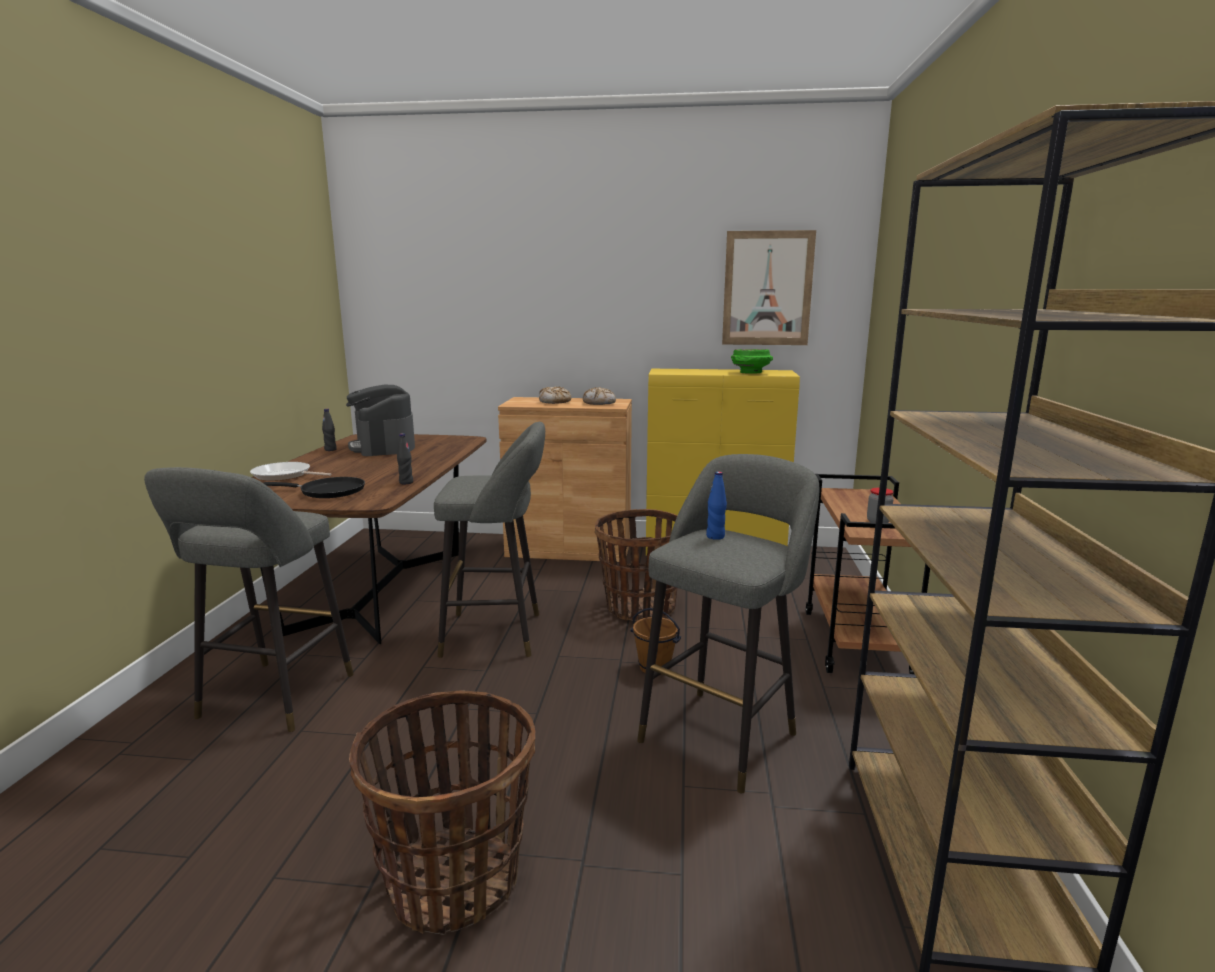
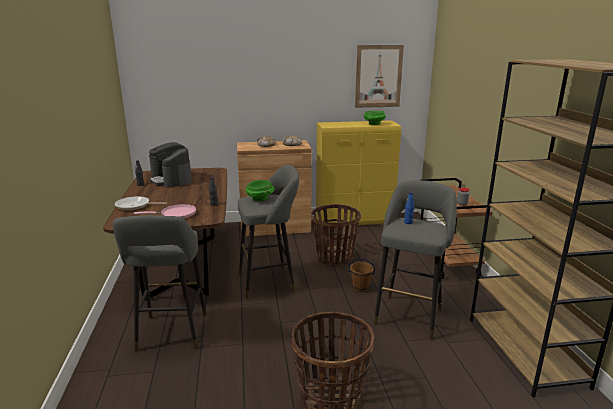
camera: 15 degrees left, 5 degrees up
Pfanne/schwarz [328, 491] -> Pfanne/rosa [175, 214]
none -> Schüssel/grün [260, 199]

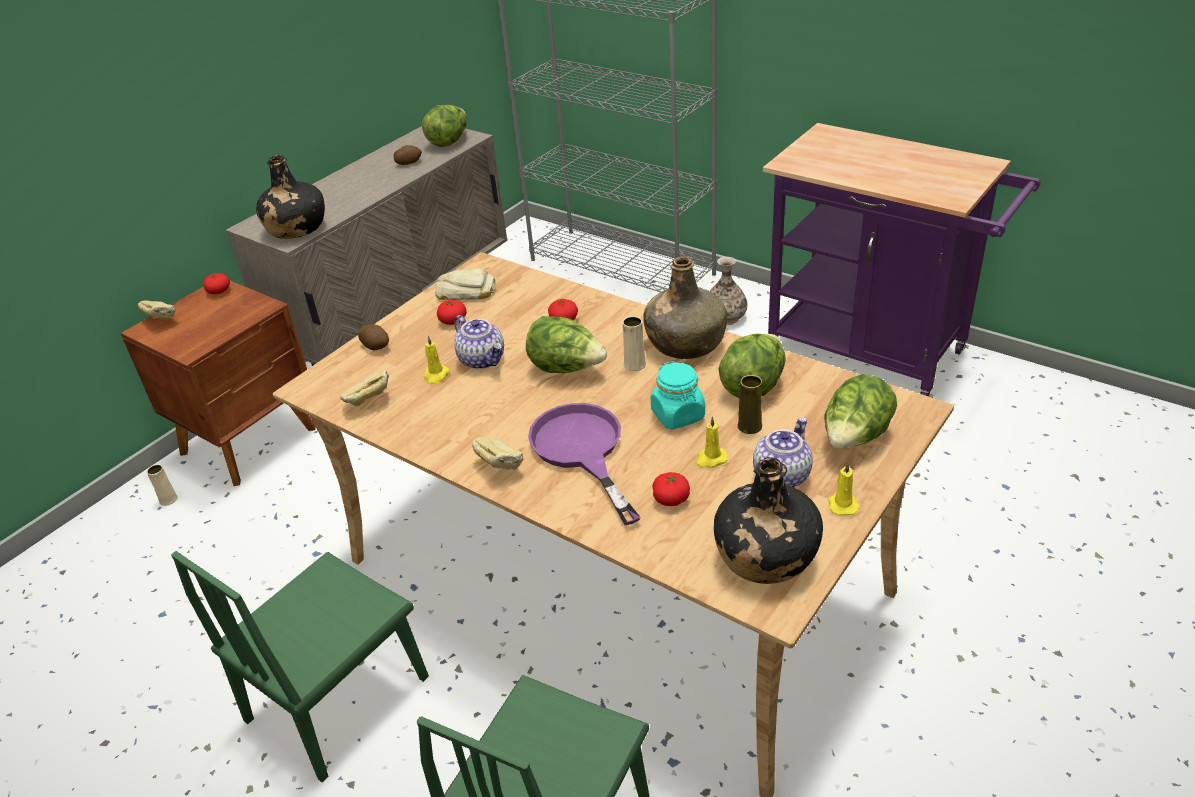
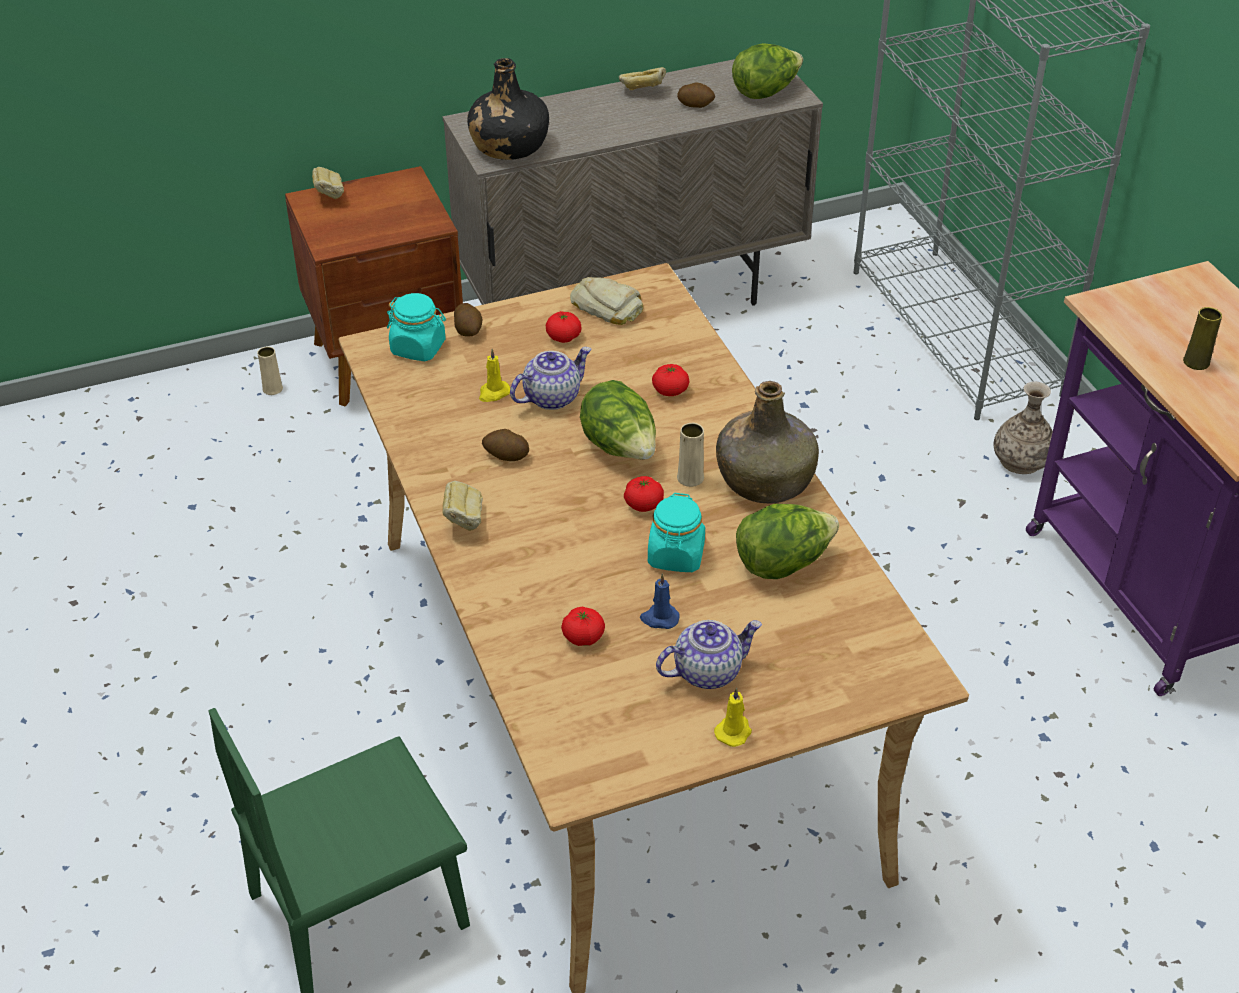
camera: 30 degrees right, 5 degrees up
Tomate [219, 291] -> Tomate [643, 504], relocated
Teekanne [483, 359] -> Teekanne [552, 397], 120 degrees counterclockwise
Brot [369, 402] -> Brot [642, 92], relocated
Salatkopf [855, 439] -> none
Vase/gelb [749, 426] -> Vase/gelb [1196, 362], relocated
Pfanne/lila [582, 451] -> none
Kerze/gelb [711, 459] -> Kerze/blau [659, 618]
Flasche/schwarz [764, 556] -> none
Stuhl/grün [338, 698] -> none
none -> Vorratsglas/türkis [418, 348]
none -> Kartoffel [506, 456]

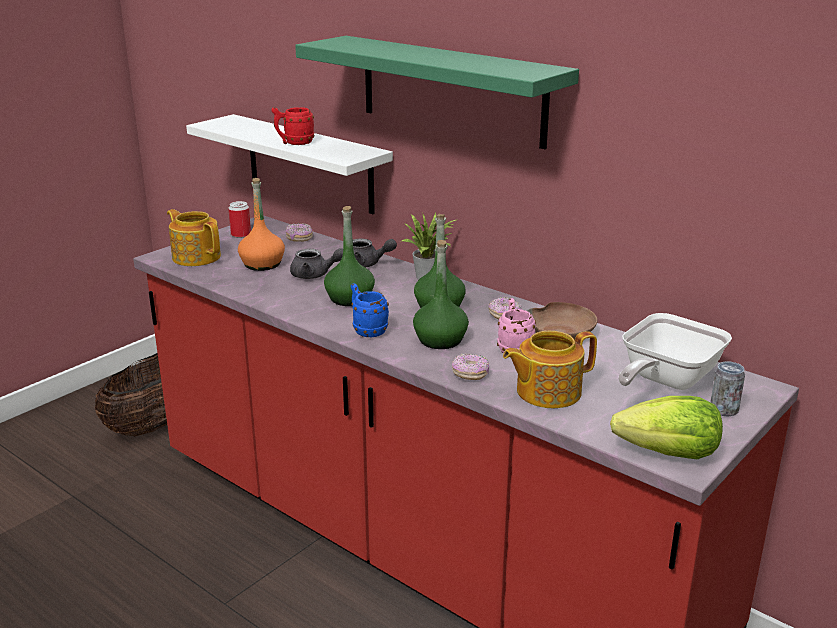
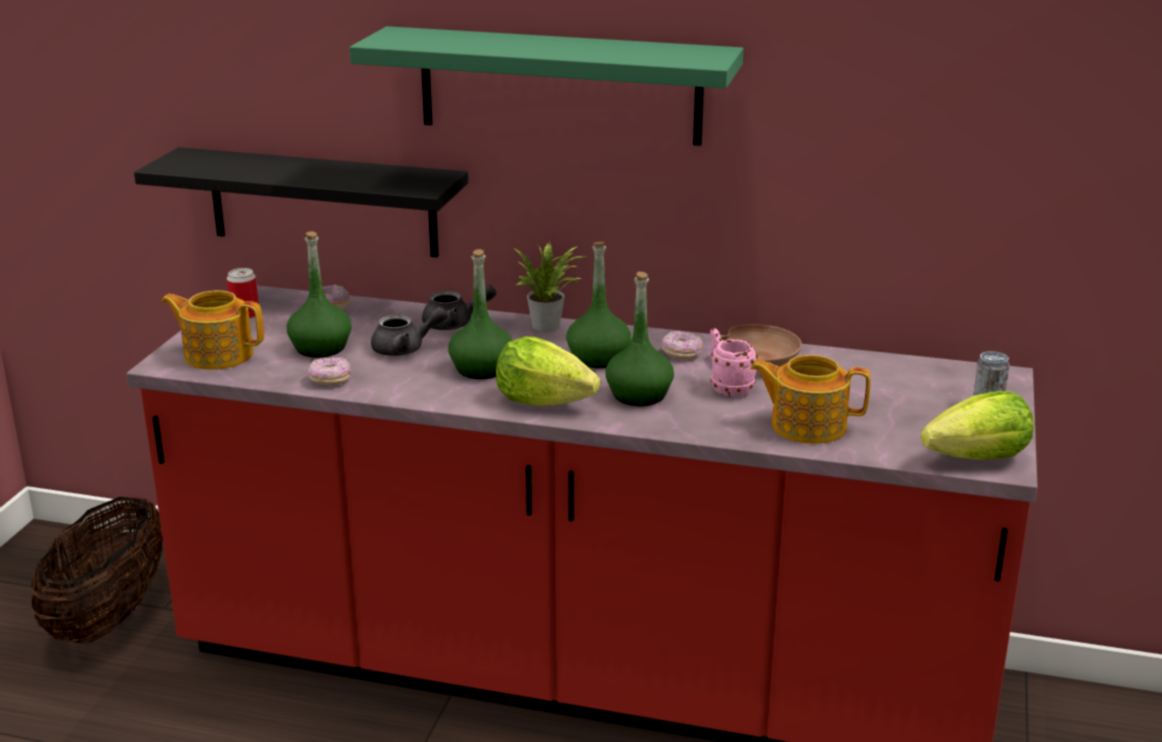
camera: 25 degrees left, 0 degrees up
Henkelbecher/rot [294, 143] -> none
Wandregal/weiß [309, 163] -> Wandregal/schwarz [323, 202]
Flasche/orange [262, 264] -> Flasche/grün [321, 348]
Henkelbecher/blau [367, 330] -> Salatkopf [543, 401]
Pfanne [665, 381] -> none
Teekanne [546, 392] -> Teekanne [806, 425], 60 degrees clockwise
Donut [470, 374] -> Donut [330, 380], relocated

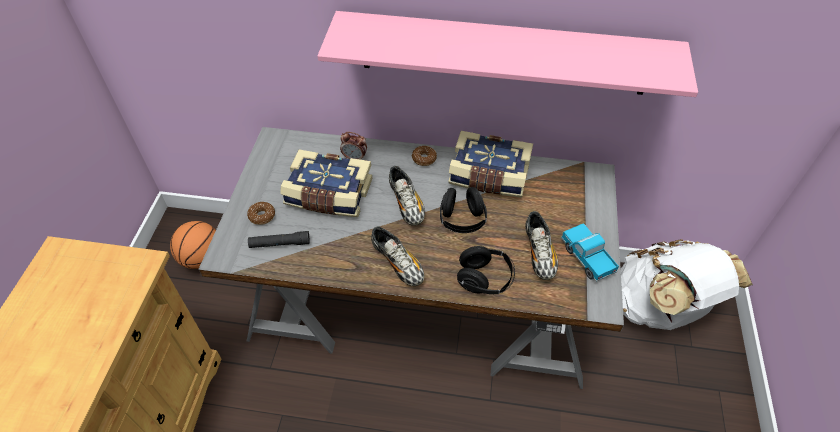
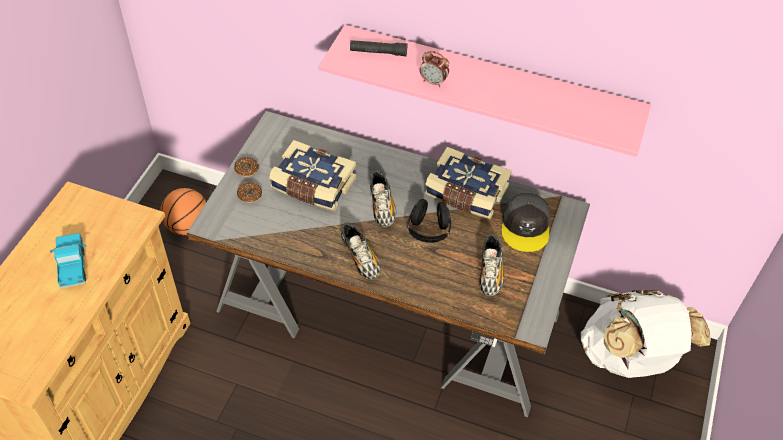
camera: 10 degrees right, 0 degrees up
Wecker [355, 158] -> Wecker [433, 82], relocated
Donut [424, 159] -> Donut [246, 170], relocated
Spielzeuglaster [586, 258] -> Spielzeuglaster [73, 266], relocated
Taschenlampe/schwarz [279, 244] -> Taschenlampe/schwarz [378, 52], relocated
Kopfhörer/schwarz [485, 279] -> none
none -> Kappe/grau [525, 226]

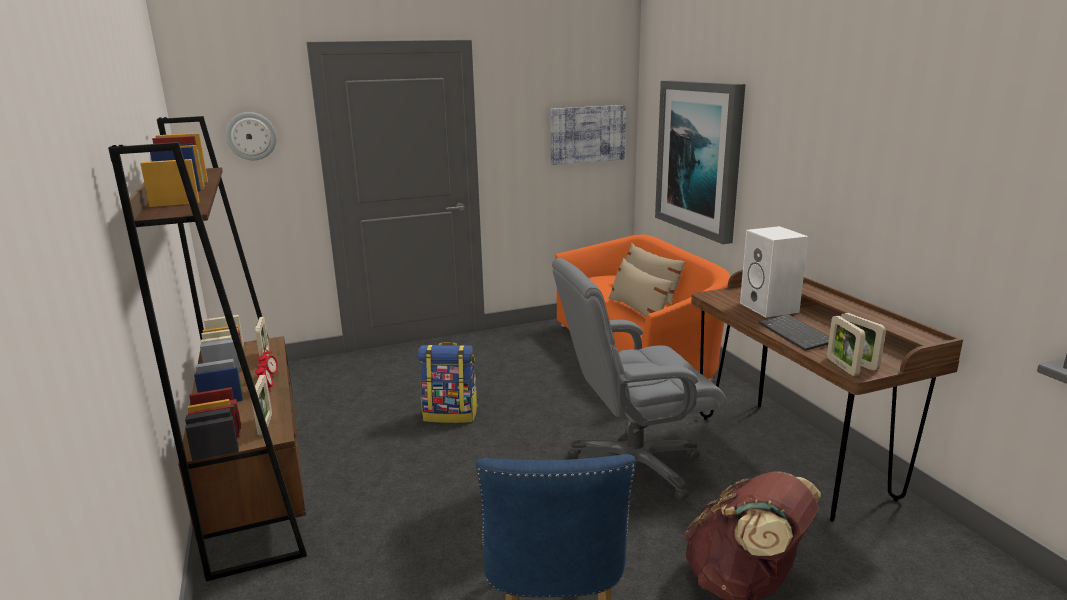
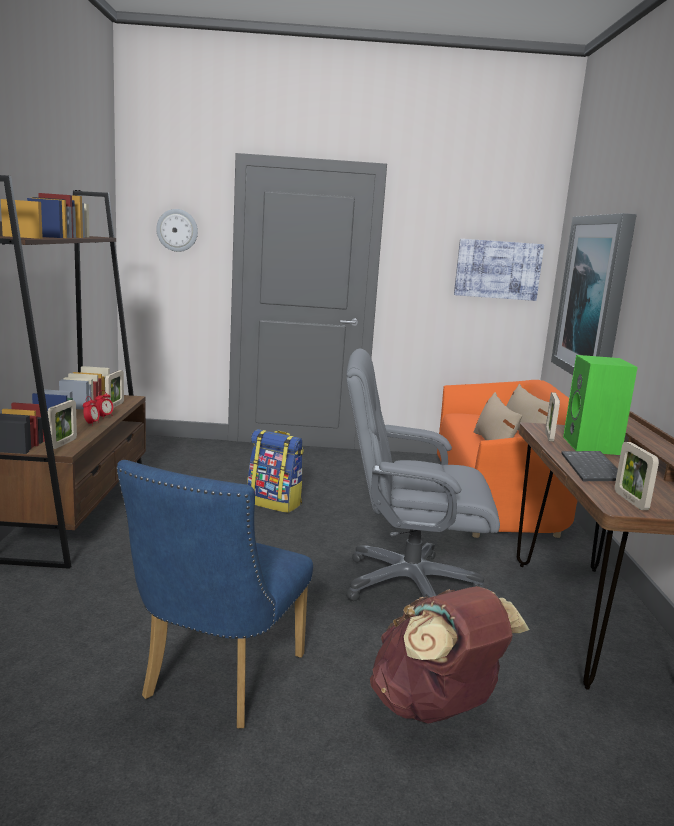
camera: 20 degrees right, 5 degrees down
Lautsprecher/weiß [770, 308] -> Lautsprecher/grün [593, 446]
Bilderrahmen [842, 367] -> Bilderrahmen [549, 436], relocated

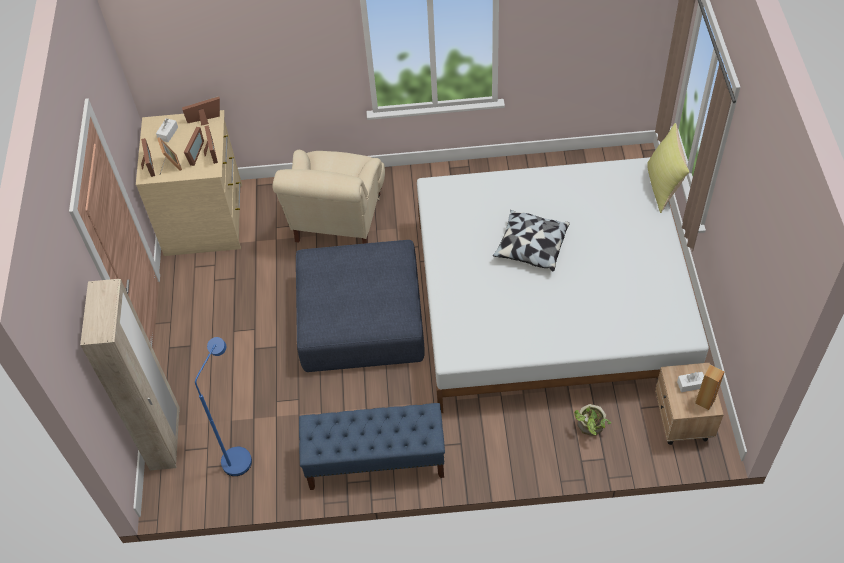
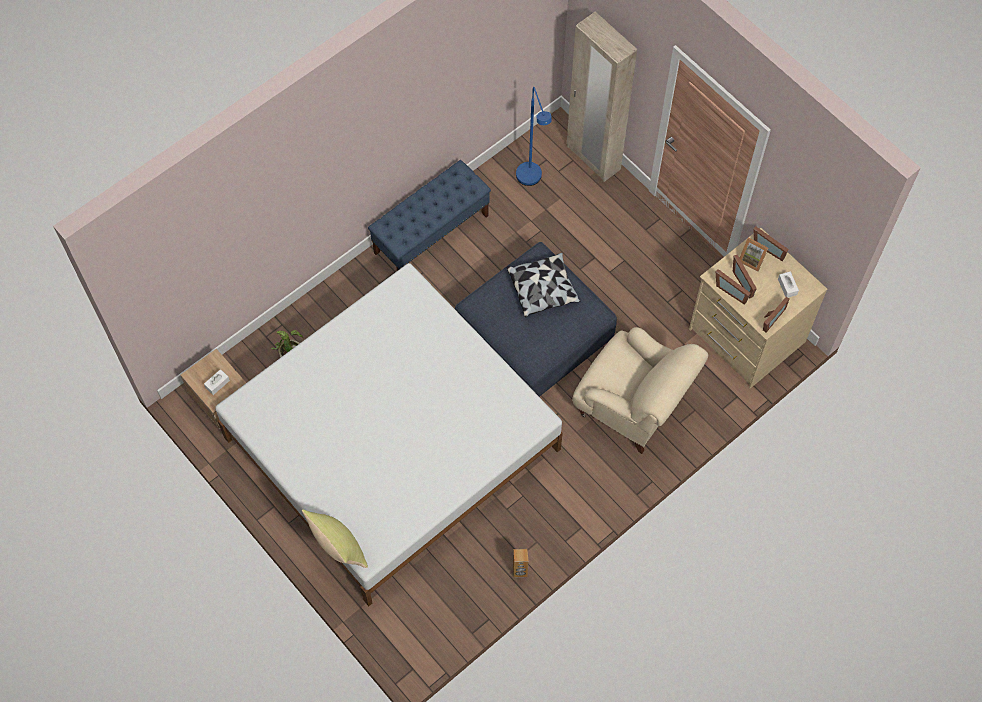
camera: 140 degrees right, 10 degrees up
Sessel/beige [337, 221] -> Sessel/beige [633, 406], 150 degrees clockwise
Kissen [530, 247] -> Kissen [543, 289], relocated
Lautsprecher/braun [705, 401] -> Lautsprecher/braun [520, 571], relocated

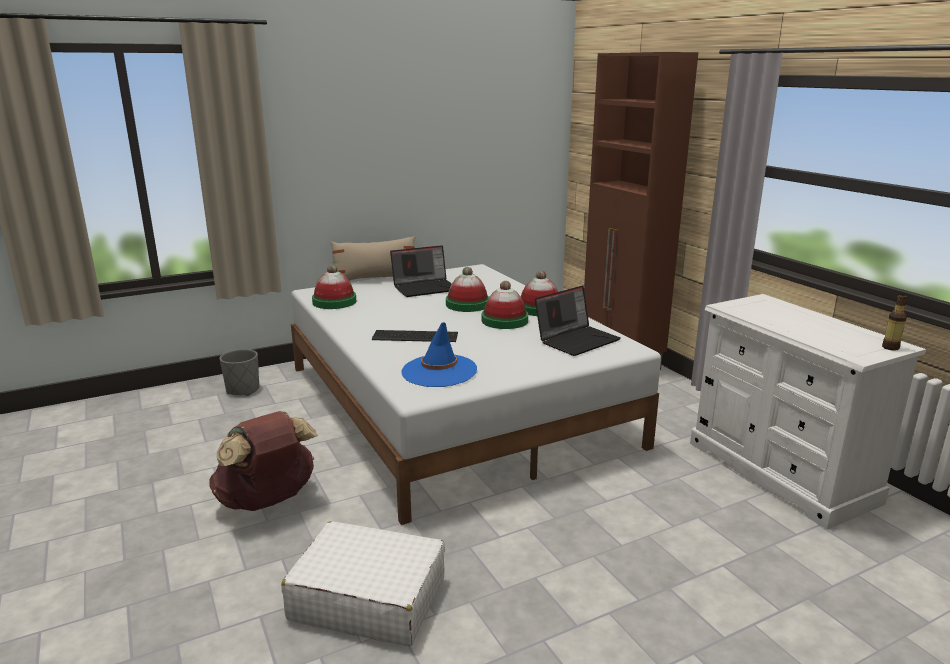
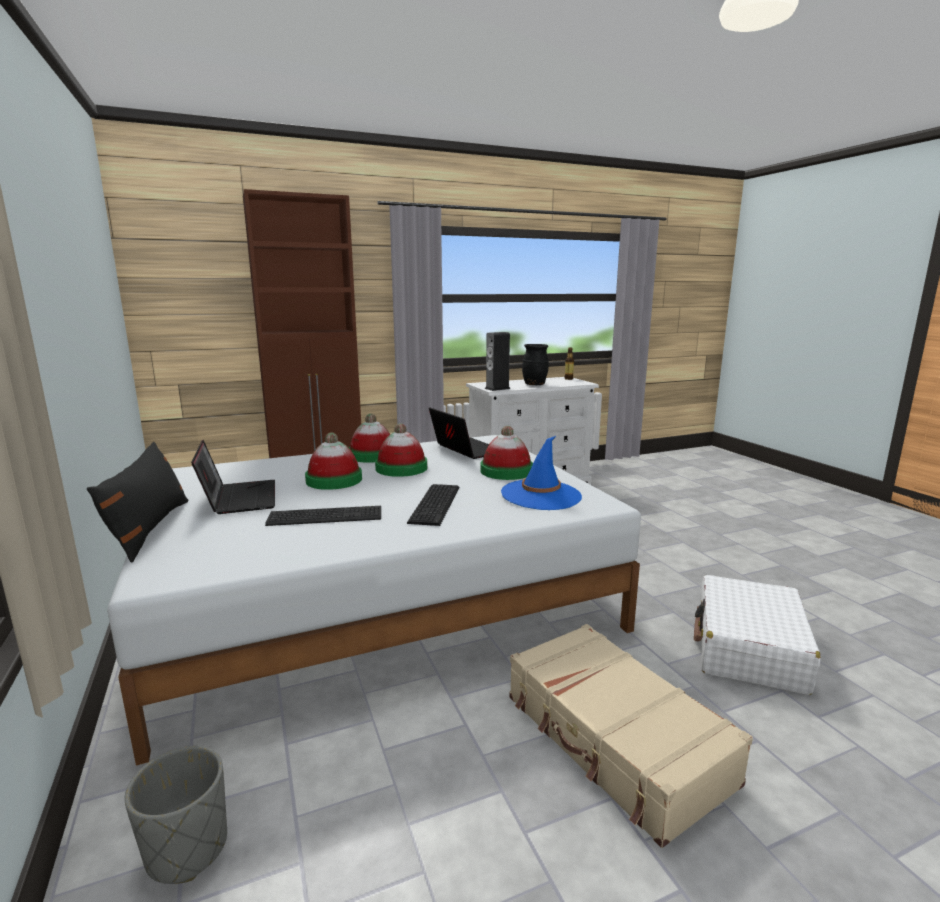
camera: 85 degrees left, 5 degrees down
Kissen/beige [375, 279] -> Kissen/schwarz [149, 529]
Hut [334, 302] -> Hut [506, 471], relocated
Rucksack/braun [268, 501] -> Koffer/beige [614, 740]
none -> Lautsprecher [497, 388]
none -> Vase/schwarz [535, 385]
none -> Tastatur [324, 515]

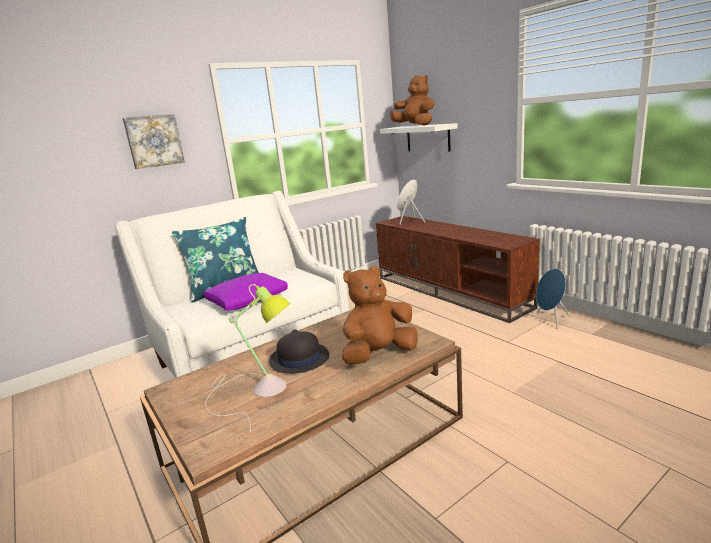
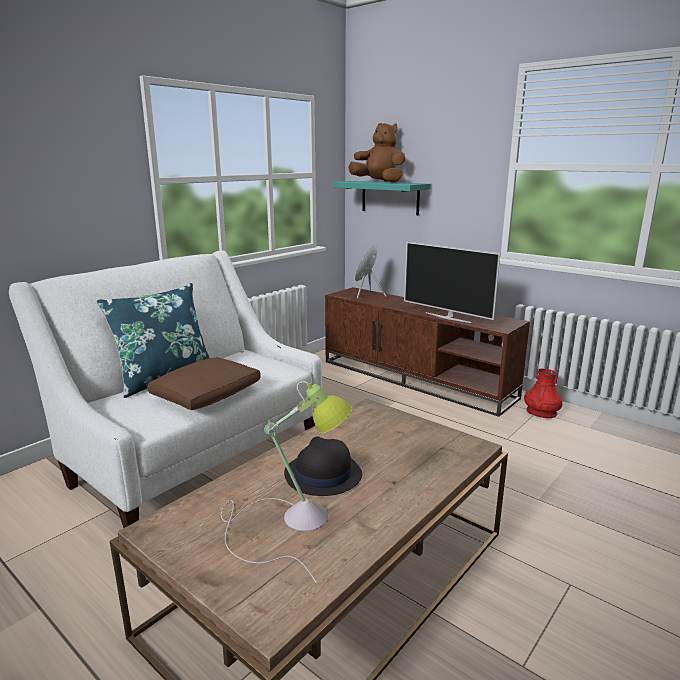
camera: 15 degrees left, 0 degrees up
Bild [154, 141] -> none
Wandregal/weiß [428, 138] -> Wandregal/türkis [390, 197]
Plüschtier/braun [379, 354] -> none
Lautsprecher/blau [551, 320] -> Vase/rot [541, 413]
Kissen/lila [248, 300] -> Kissen/braun [207, 395]
none -> Fernseher [448, 317]

